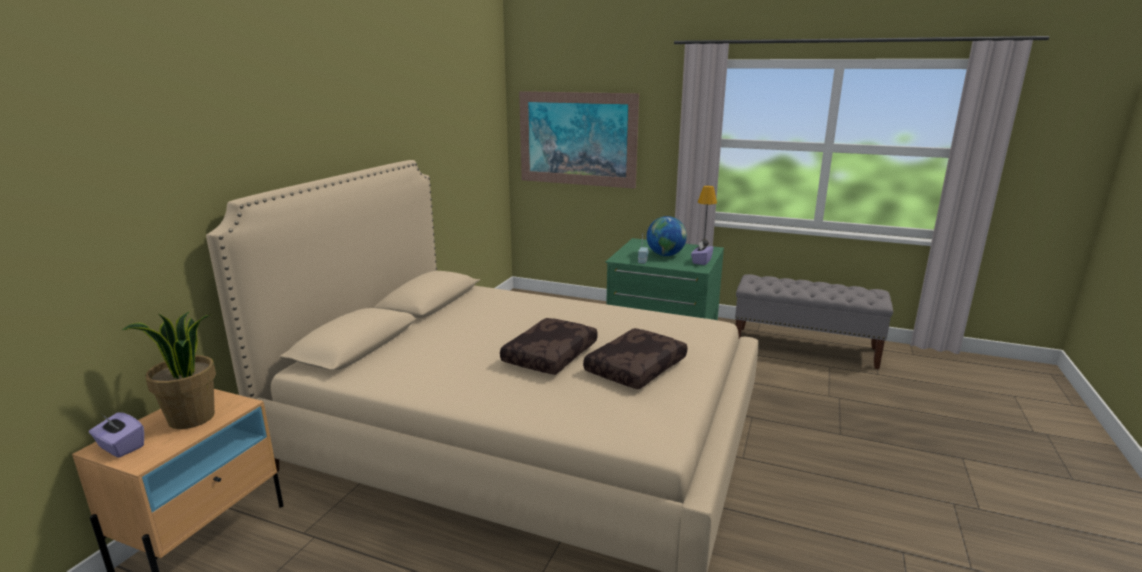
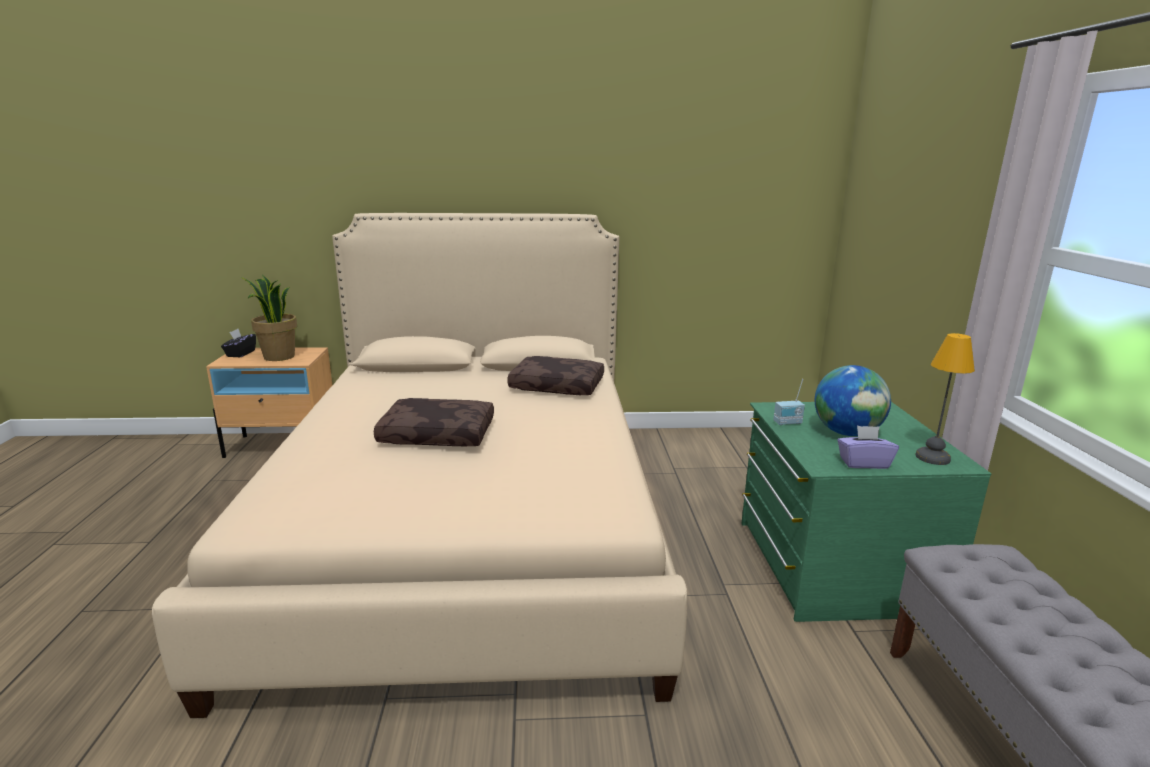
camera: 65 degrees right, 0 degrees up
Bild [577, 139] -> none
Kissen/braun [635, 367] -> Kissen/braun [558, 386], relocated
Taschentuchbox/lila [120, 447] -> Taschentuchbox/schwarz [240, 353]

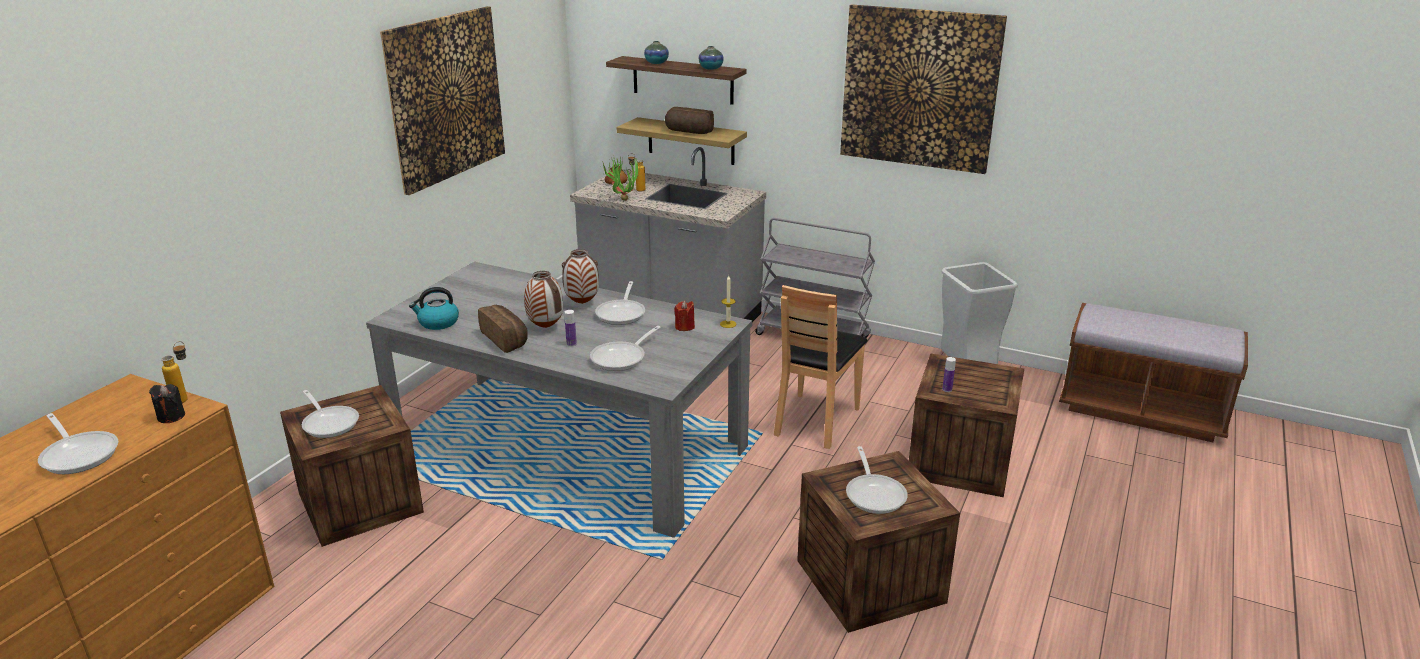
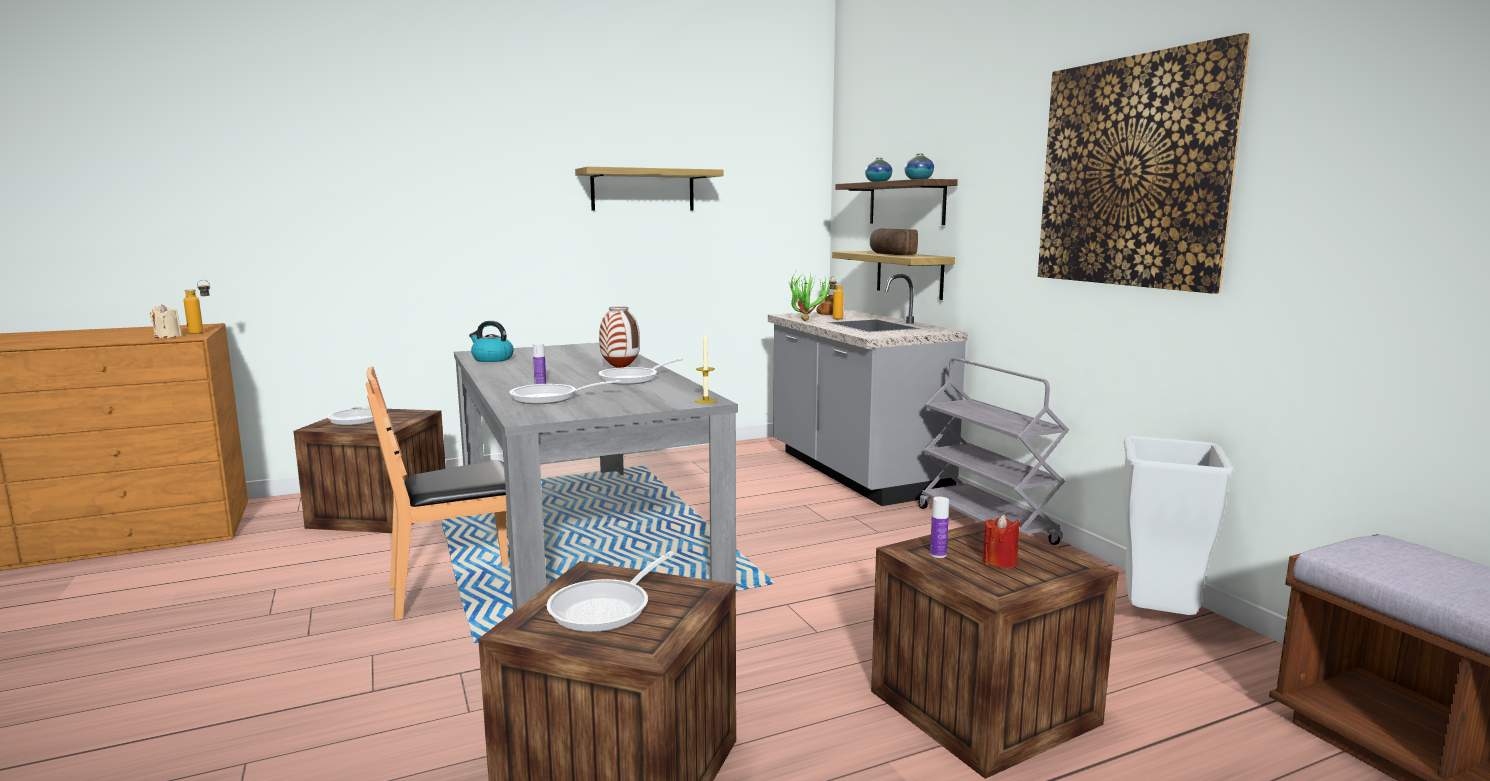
camera: 40 degrees right, 15 degrees down
Bild [446, 97] -> Wandregal [643, 190]
Vase [545, 327] -> none
Stuhl/braun [816, 420] -> Stuhl/braun [458, 591], relocated
Kerze/rot [684, 327] -> Kerze/rot [999, 562], relocated
Brot [506, 339] -> none
Kerze/schwarz [171, 416] -> Kerze/beige [167, 336]
Pfanne [79, 454] -> none

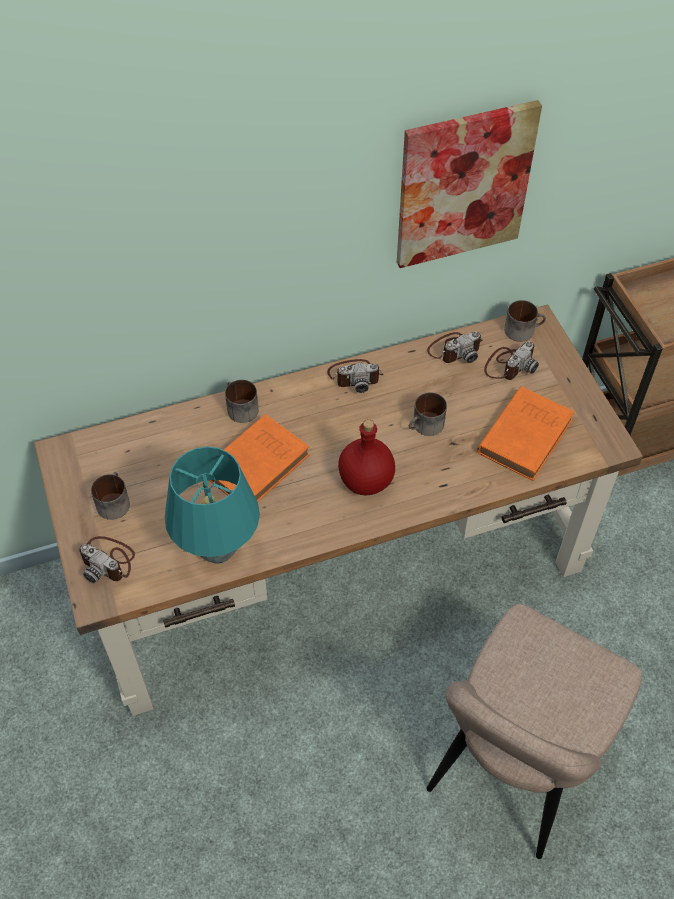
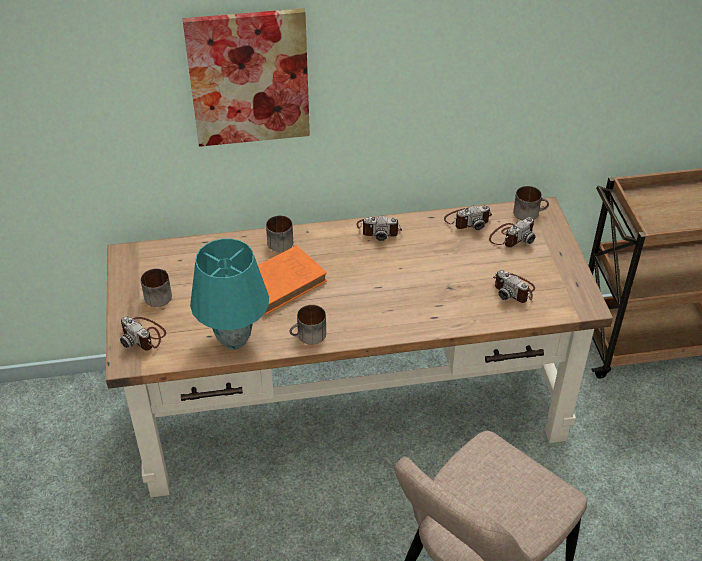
camera: 10 degrees right, 10 degrees down
Bild [463, 185] -> Bild [249, 77], relocated
Buch/orange [526, 435] -> Kamera [514, 289]
Henkelbecher [426, 426] -> Henkelbecher [308, 336], relocated
Flasche/rot [366, 482] -> none

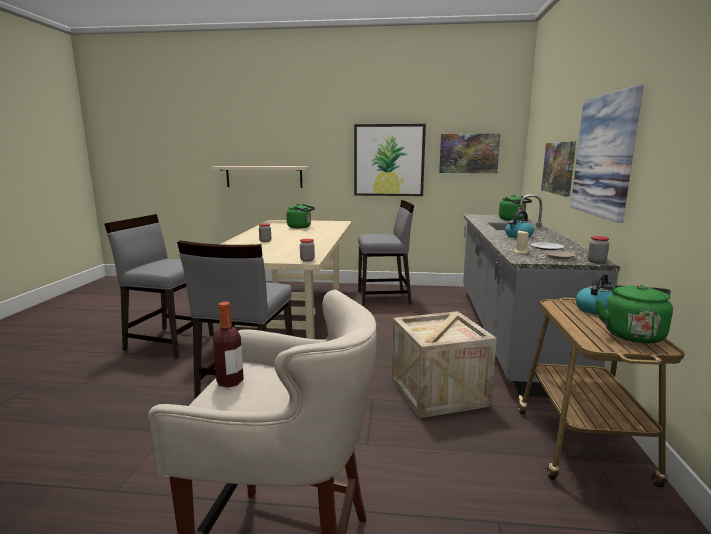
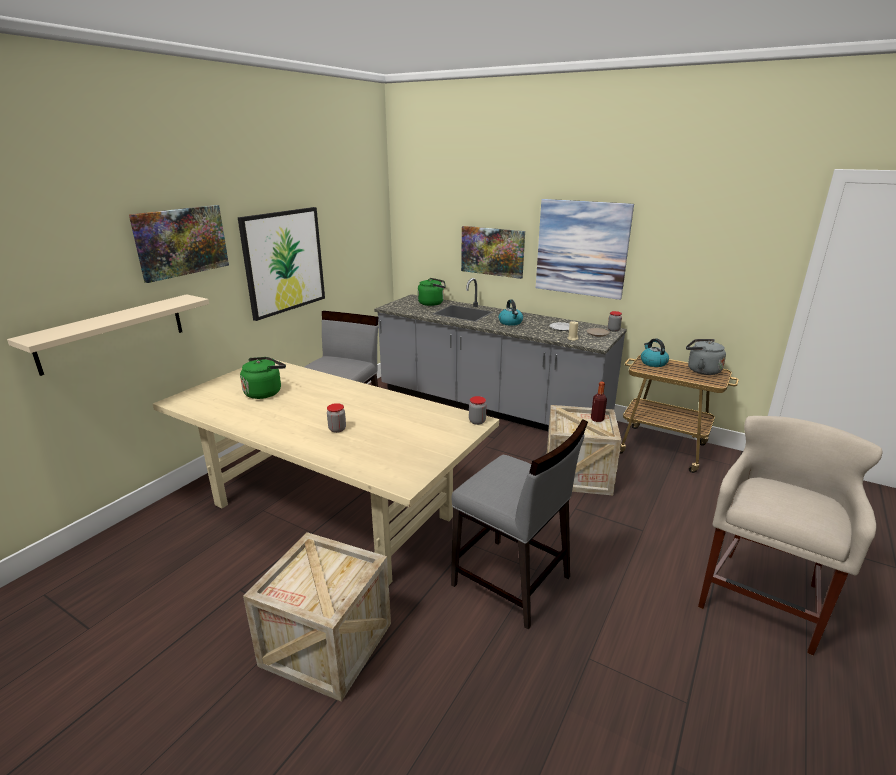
camera: 65 degrees left, 10 degrees up
Bild [468, 153] -> Bild [181, 241], relocated
Stuhl/grau [169, 342] -> Kiste [327, 644]
Wasserkessel/grün [631, 334] -> Wasserkessel/grau [701, 370]
Flasche [230, 382] -> Flasche [597, 419], relocated

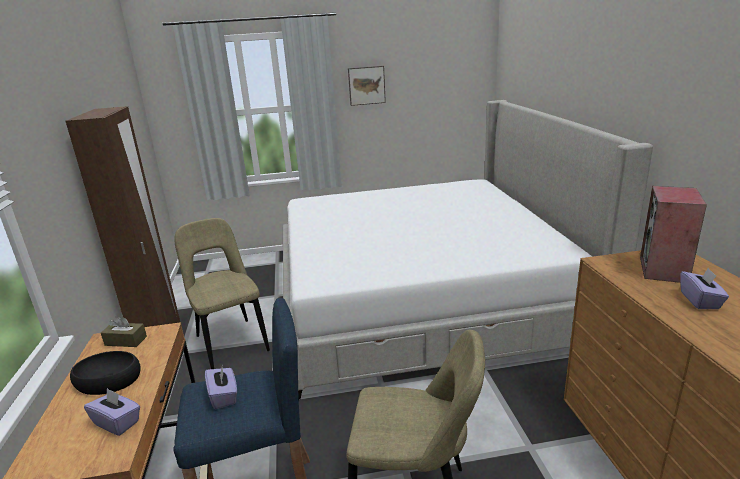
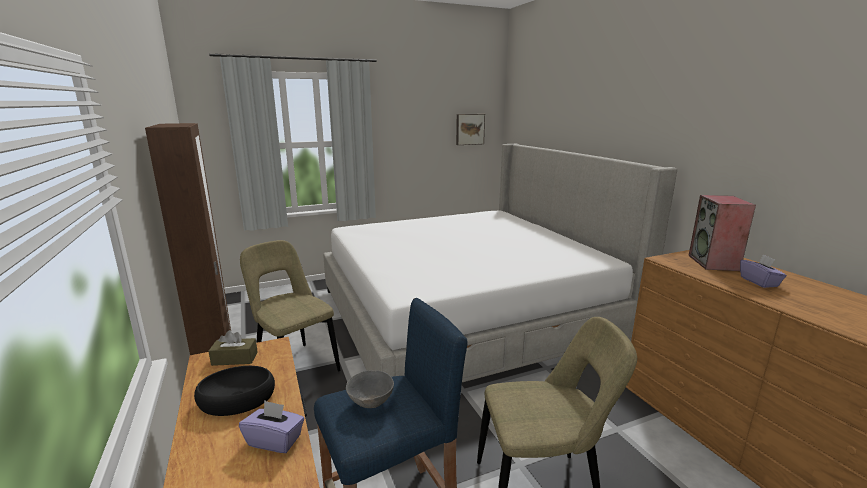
camera: 15 degrees left, 5 degrees down
Bild [366, 85] -> Bild [469, 129], relocated
Taschentuchbox/lila [224, 396] -> Schüssel/grau [370, 403]

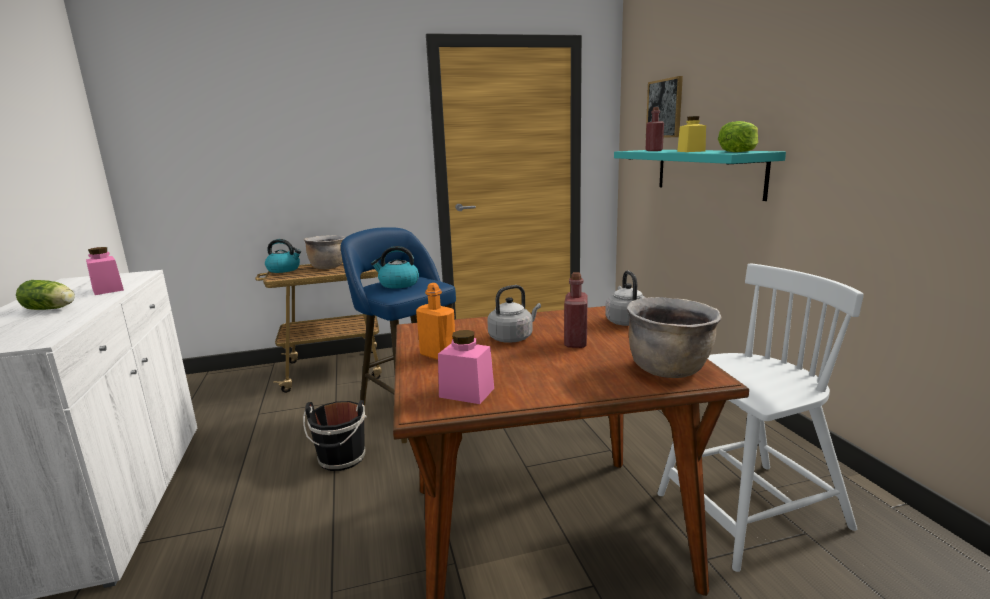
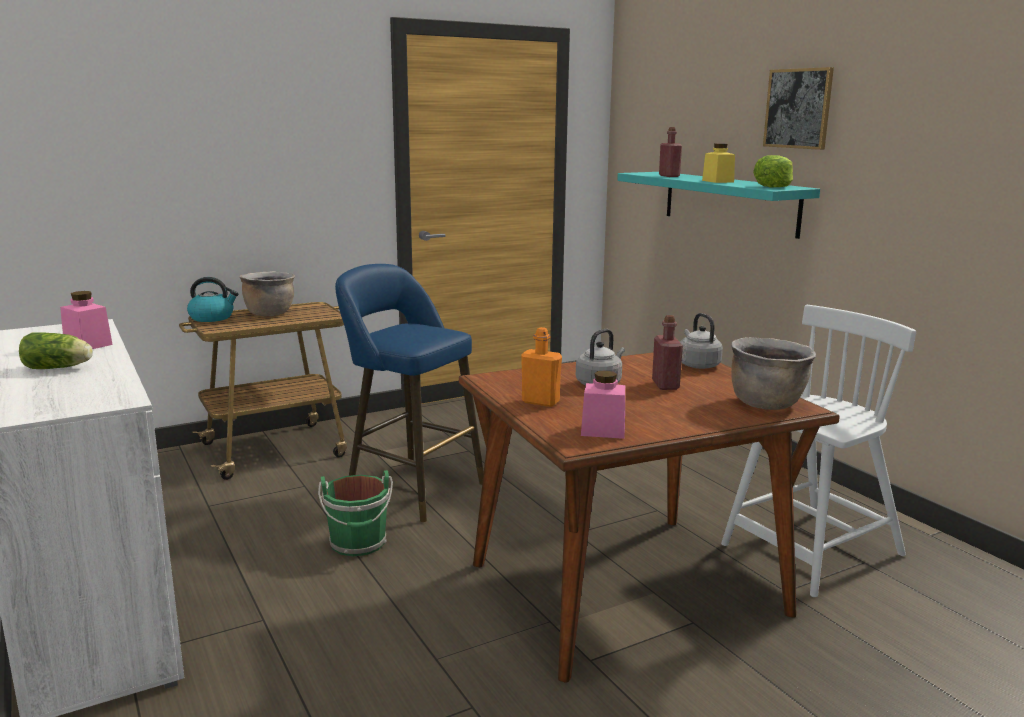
camera: 15 degrees left, 0 degrees up
Bild [664, 108] -> Bild [798, 108], relocated
Wasserkessel [398, 284] -> none
Eimer/schwarz [341, 459] -> Eimer/grün [358, 544]

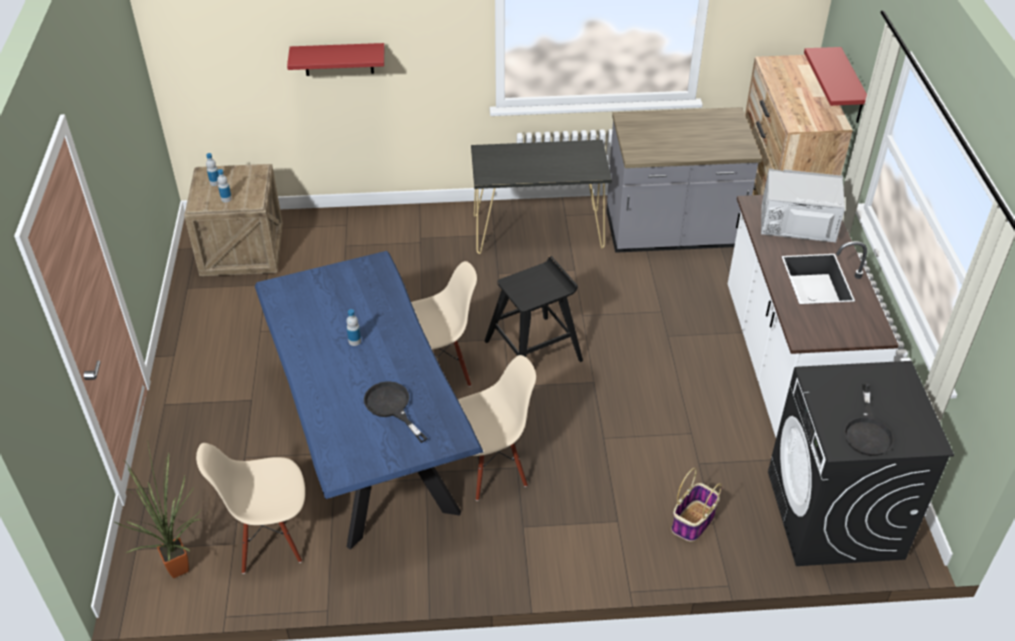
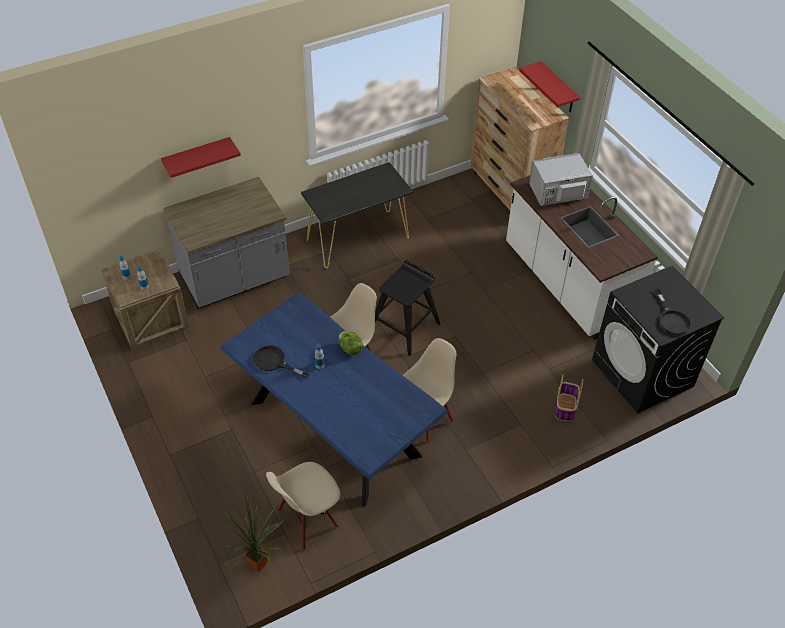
camera: 25 degrees left, 5 degrees up
Küchenzeile/grau [672, 233] -> Küchenzeile/grau [235, 280], relocated
Pfanne/schwarz [391, 407] -> Pfanne/schwarz [274, 362], relocated
none -> Salatkopf [350, 349]

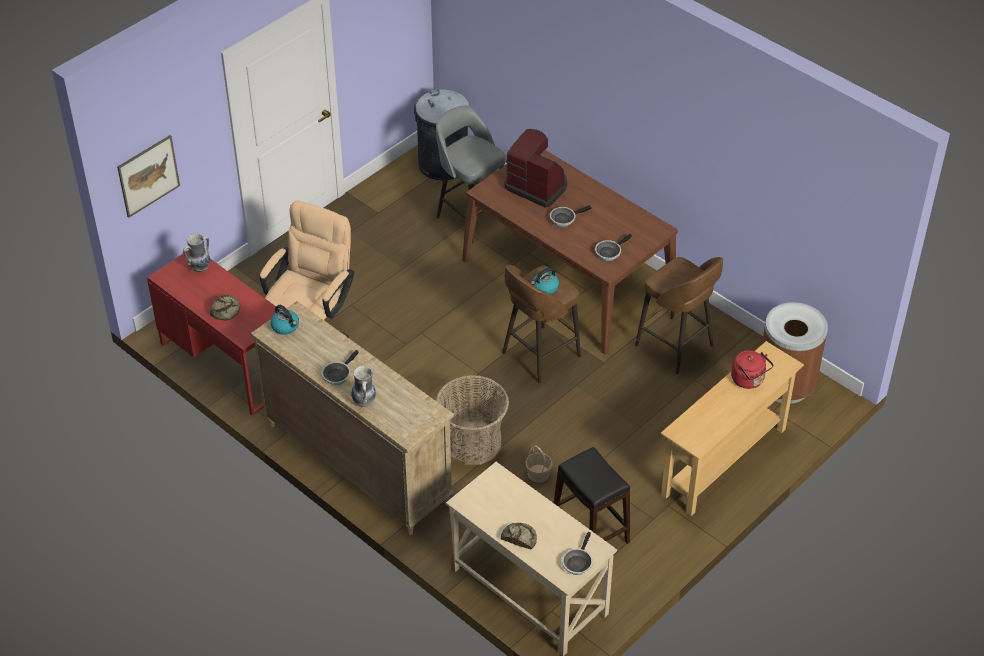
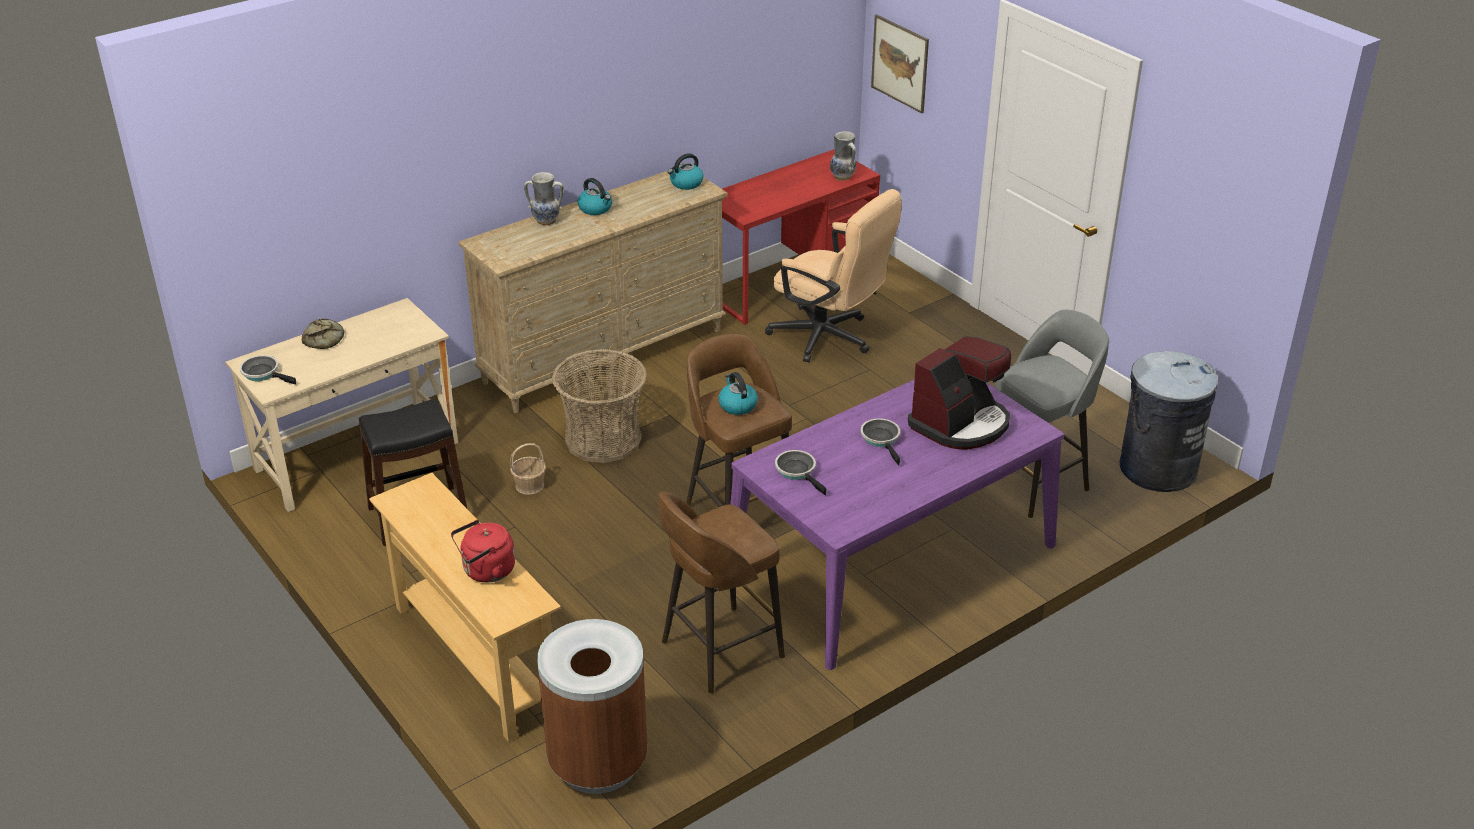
camera: 100 degrees right, 10 degrees down
Esstisch/braun [567, 278] -> Esstisch/lila [891, 560]
Brot [226, 310] -> none
Pfanne [337, 374] -> Wasserkessel [596, 209]

